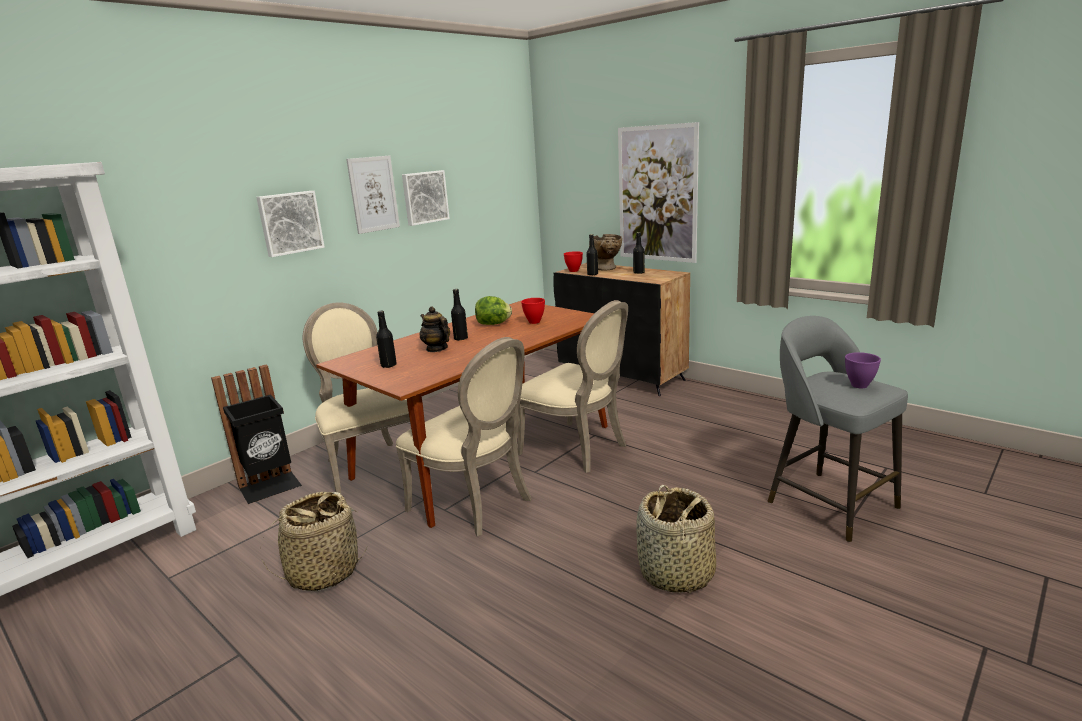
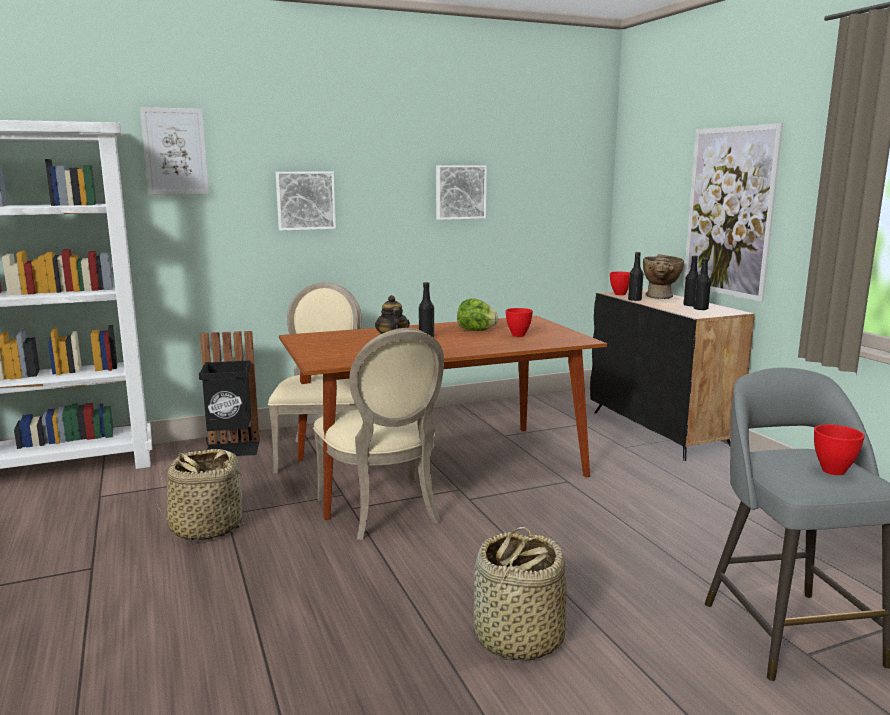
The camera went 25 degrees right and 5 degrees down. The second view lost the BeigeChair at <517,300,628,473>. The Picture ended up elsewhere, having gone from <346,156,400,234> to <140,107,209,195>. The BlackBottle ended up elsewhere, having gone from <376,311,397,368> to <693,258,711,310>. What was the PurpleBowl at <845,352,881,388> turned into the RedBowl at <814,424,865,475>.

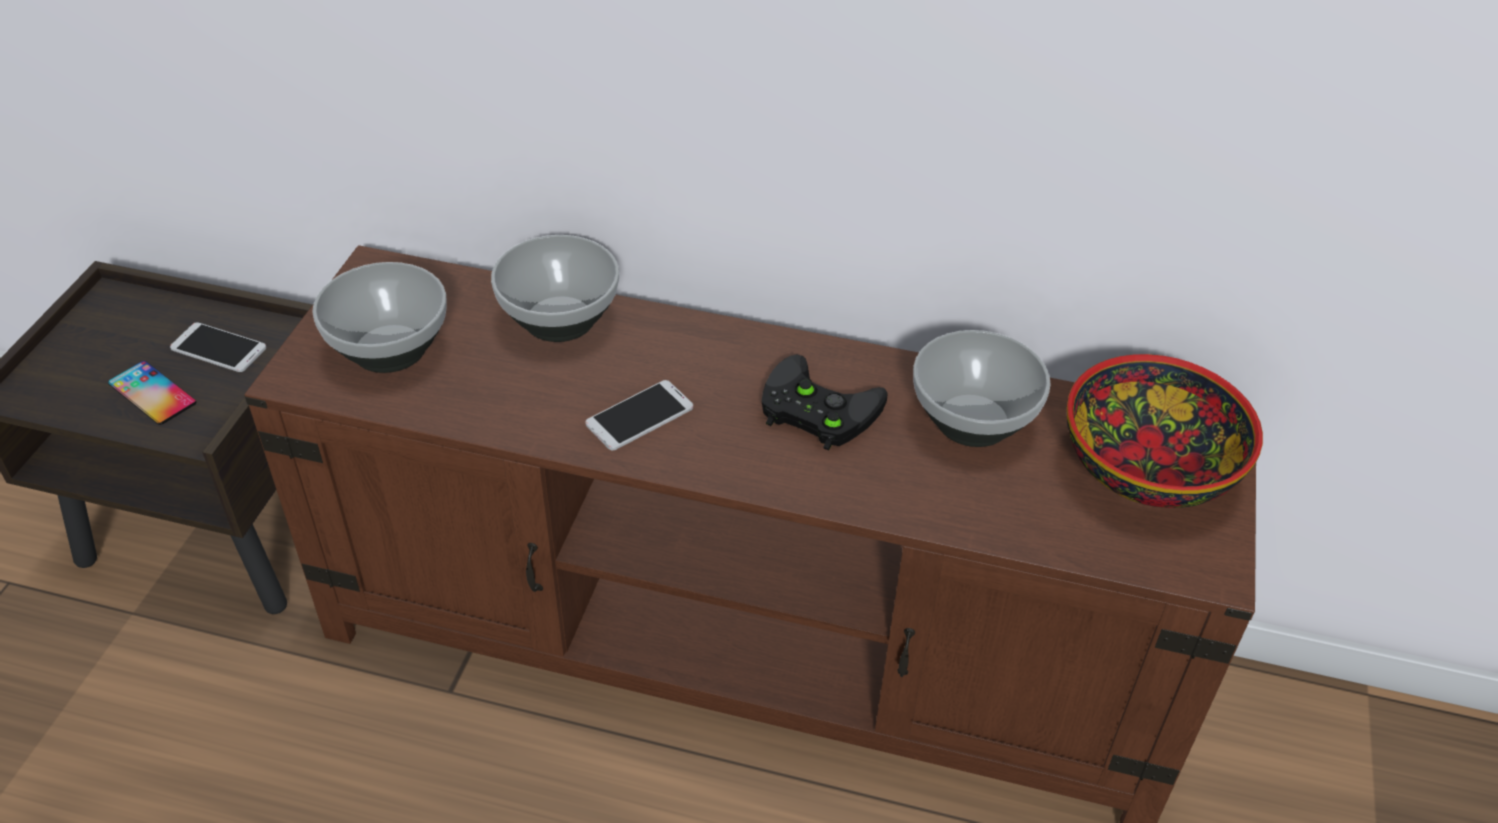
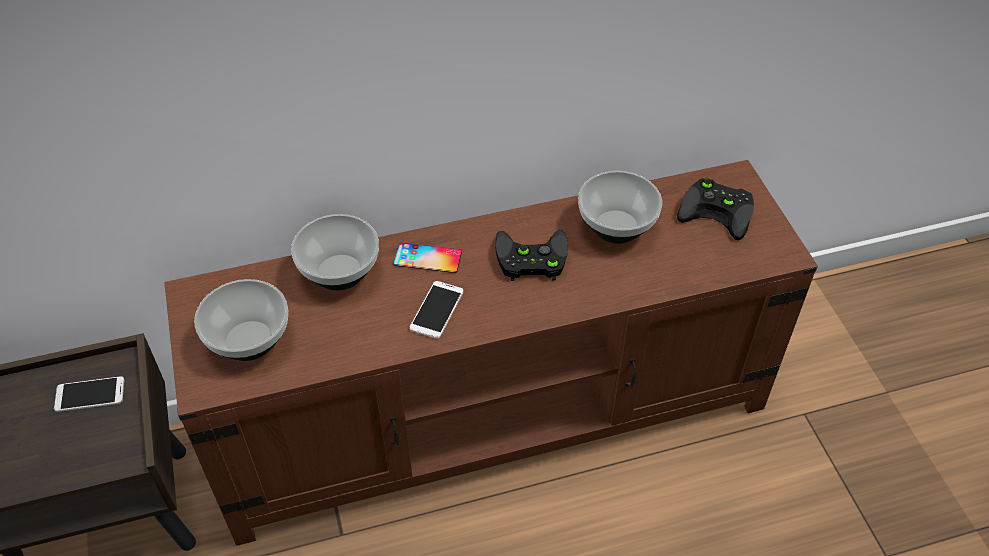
The camera went 30 degrees left and 5 degrees up. The Phone ended up elsewhere, having gone from <108,361,196,425> to <394,243,462,273>. Where the Bowl stood at <1066,354,1263,508>, the BlackGameController came to stand at <677,178,754,240>.

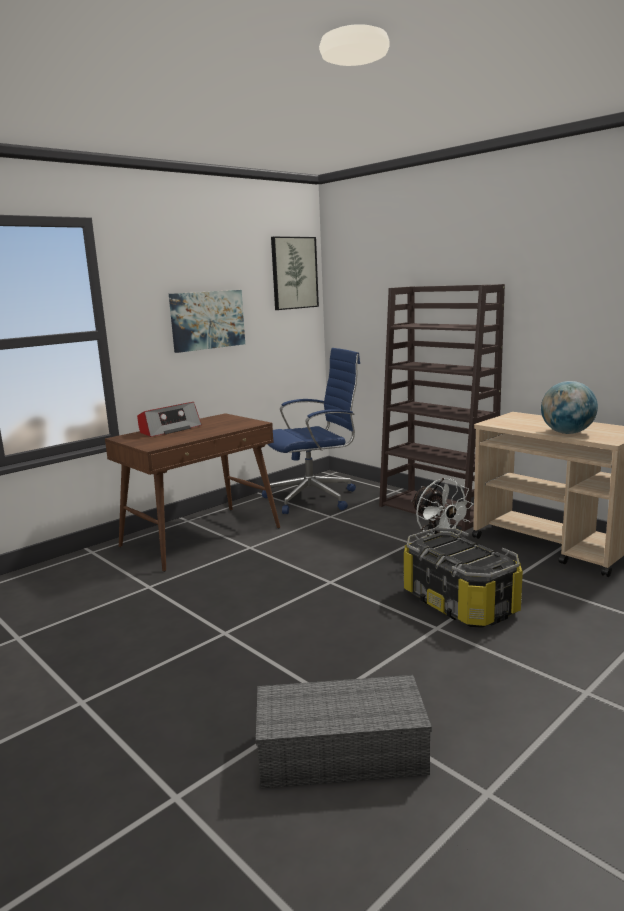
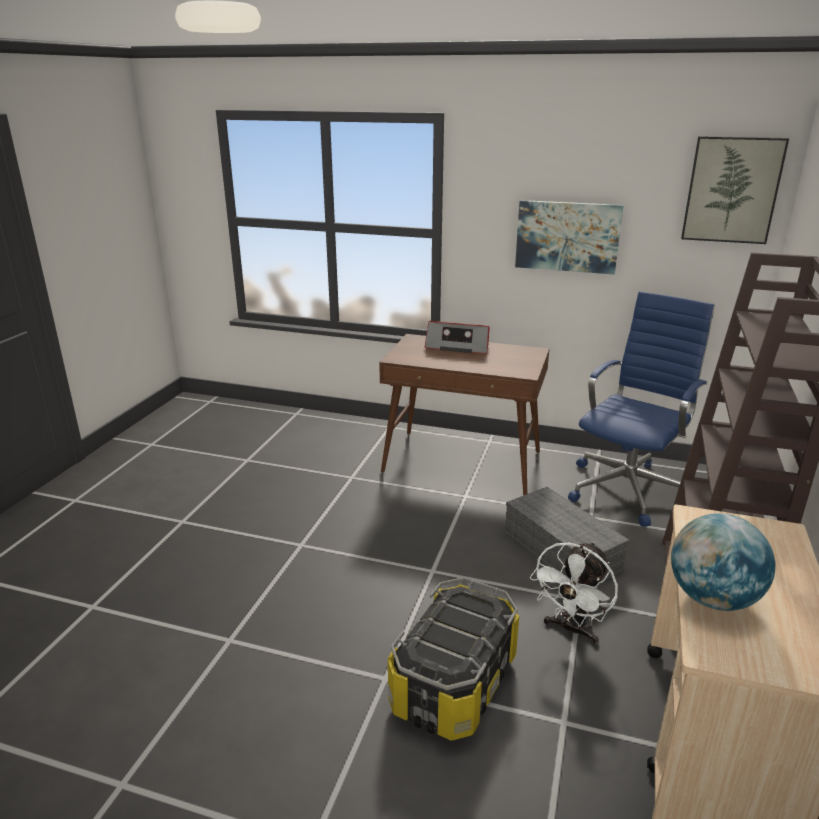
The camera went 60 degrees right and 10 degrees up. The GreyStorageBox ended up elsewhere, having gone from <256,675,432,789> to <505,487,629,584>. The BlueOfficeChair at <262,348,360,514> ended up facing another way, 90 degrees counterclockwise from before.

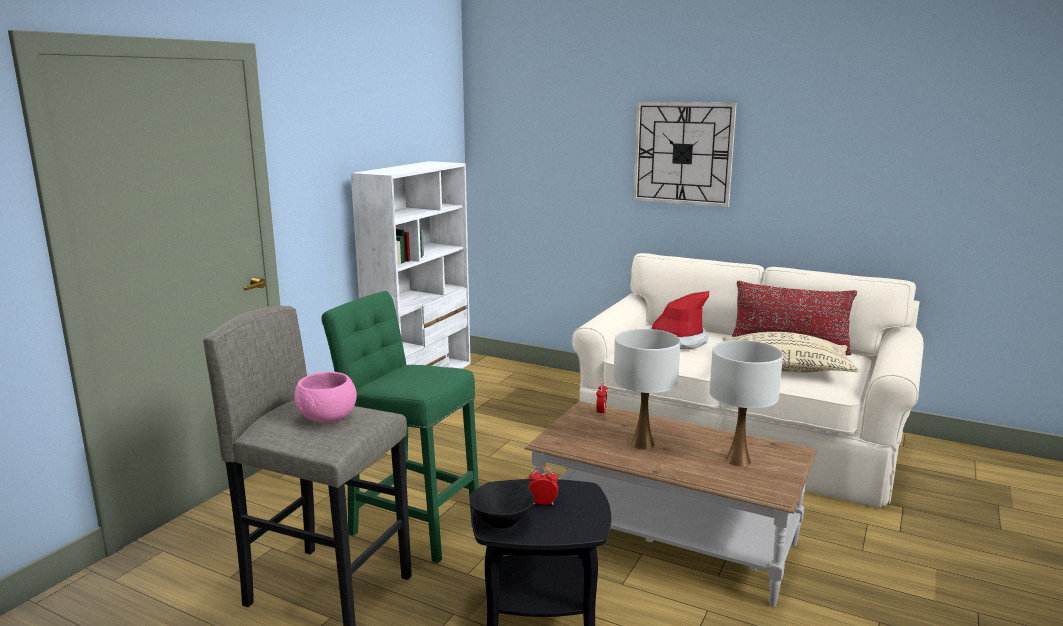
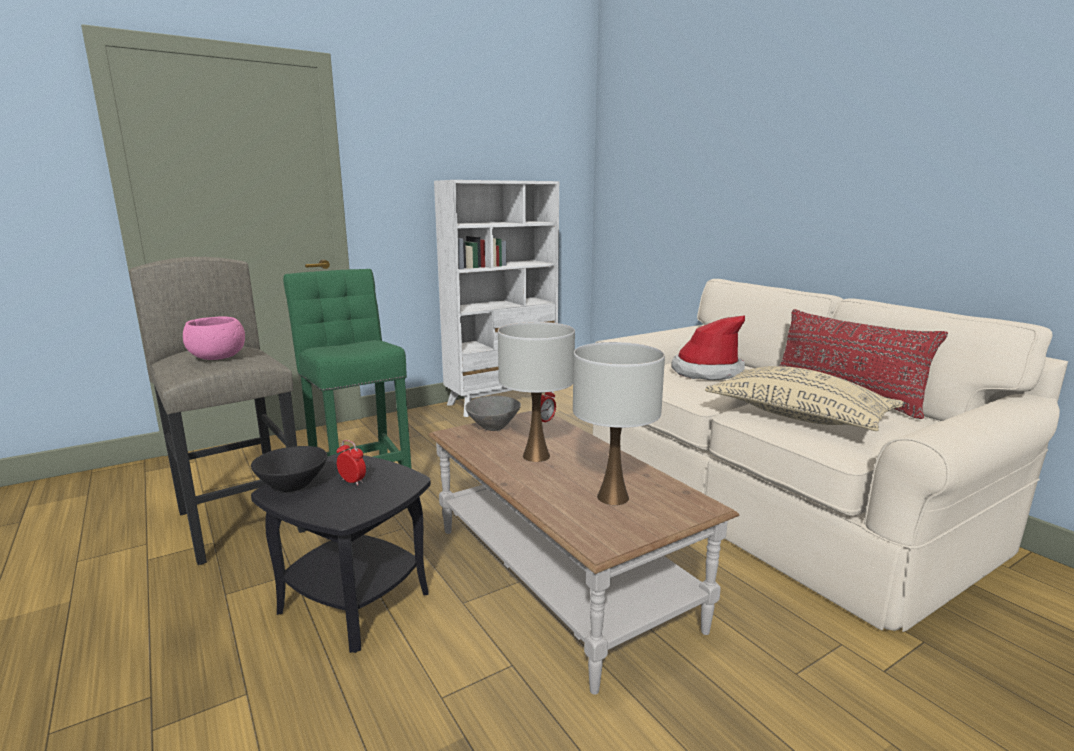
The camera went 30 degrees right and 0 degrees up. The second view lost the WallClock at <633,102,737,207>. The second view gained the GreyBowl at <465,396,521,431>.

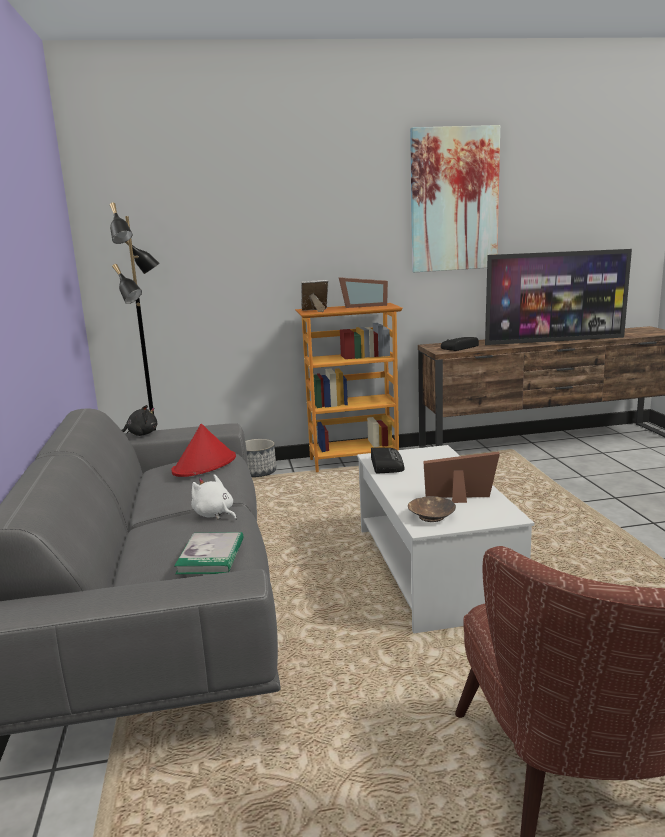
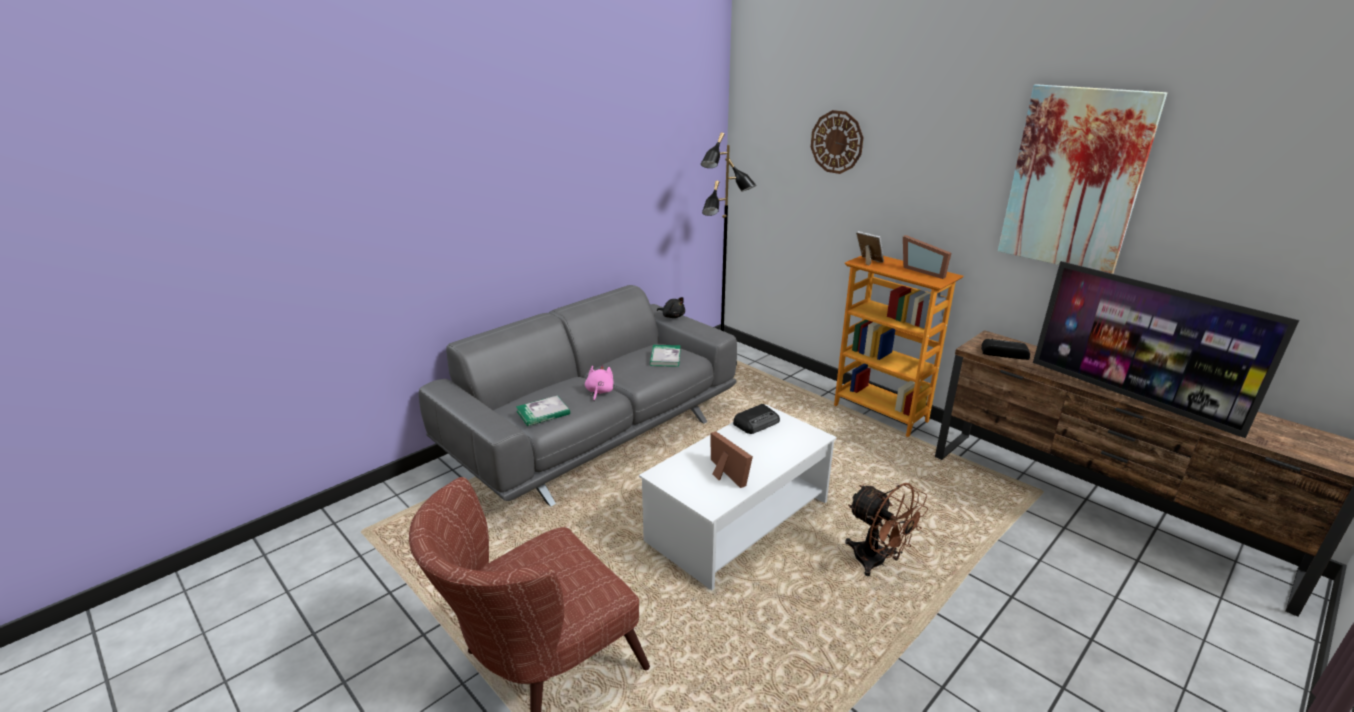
The camera went 55 degrees right and 10 degrees up. The second view lost the Planter at <245,439,276,477>. The second view lost the BrownBowl at <408,496,456,522>. The second view gained the WallClock at <811,110,864,174>. The second view gained the BrownFan at <845,483,928,576>. Where the RedHat stood at <171,424,236,477>, the Book came to stand at <650,345,681,367>. What was the WhitePlushToy at <191,474,236,520> turned into the PinkPlushToy at <585,365,614,401>.

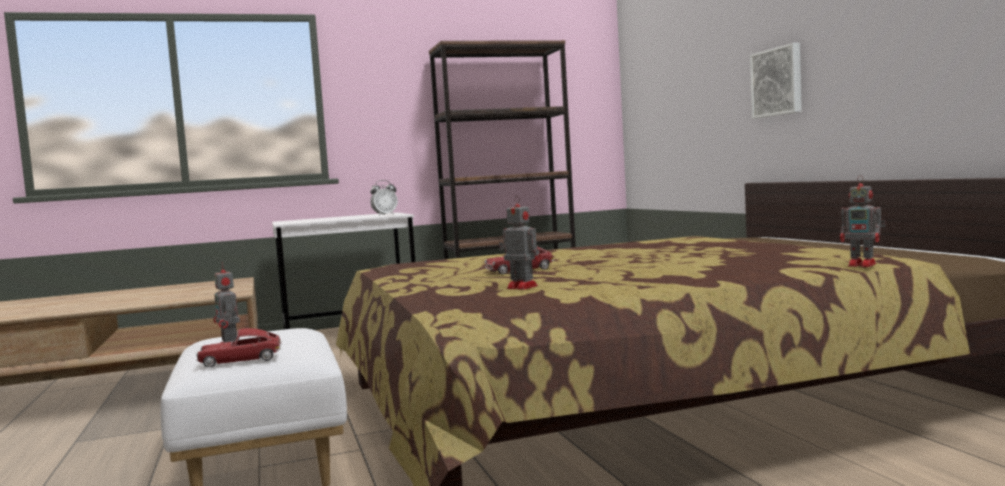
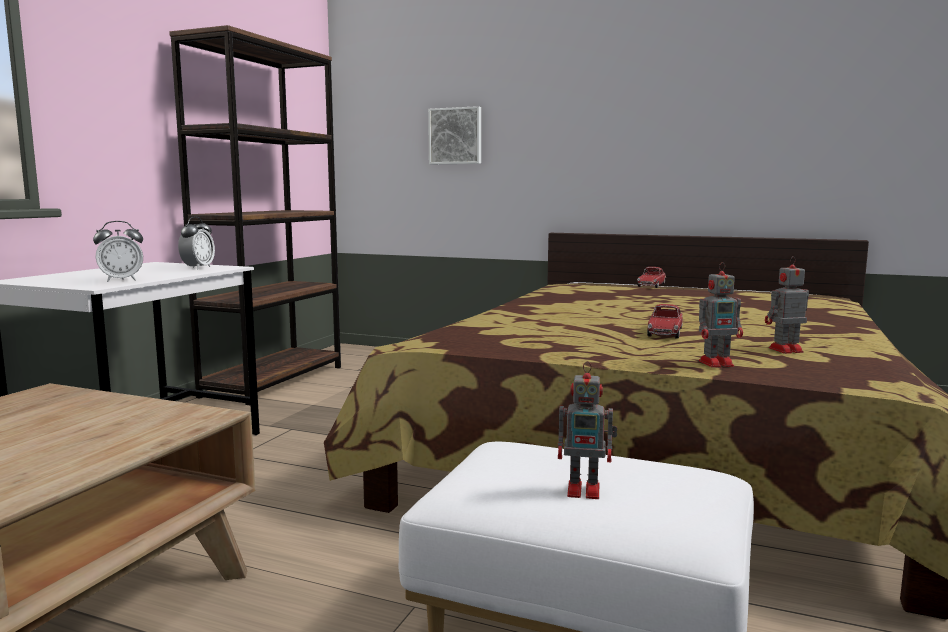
The camera went 50 degrees left and 5 degrees up. The second view gained the AlarmClock at <93,221,143,282>. The ToyCar ended up elsewhere, having gone from <196,328,282,367> to <637,267,666,288>. The Picture ended up elsewhere, having gone from <750,43,802,119> to <428,106,481,164>. The ToyRobot ended up elsewhere, having gone from <840,175,886,267> to <699,262,743,368>.

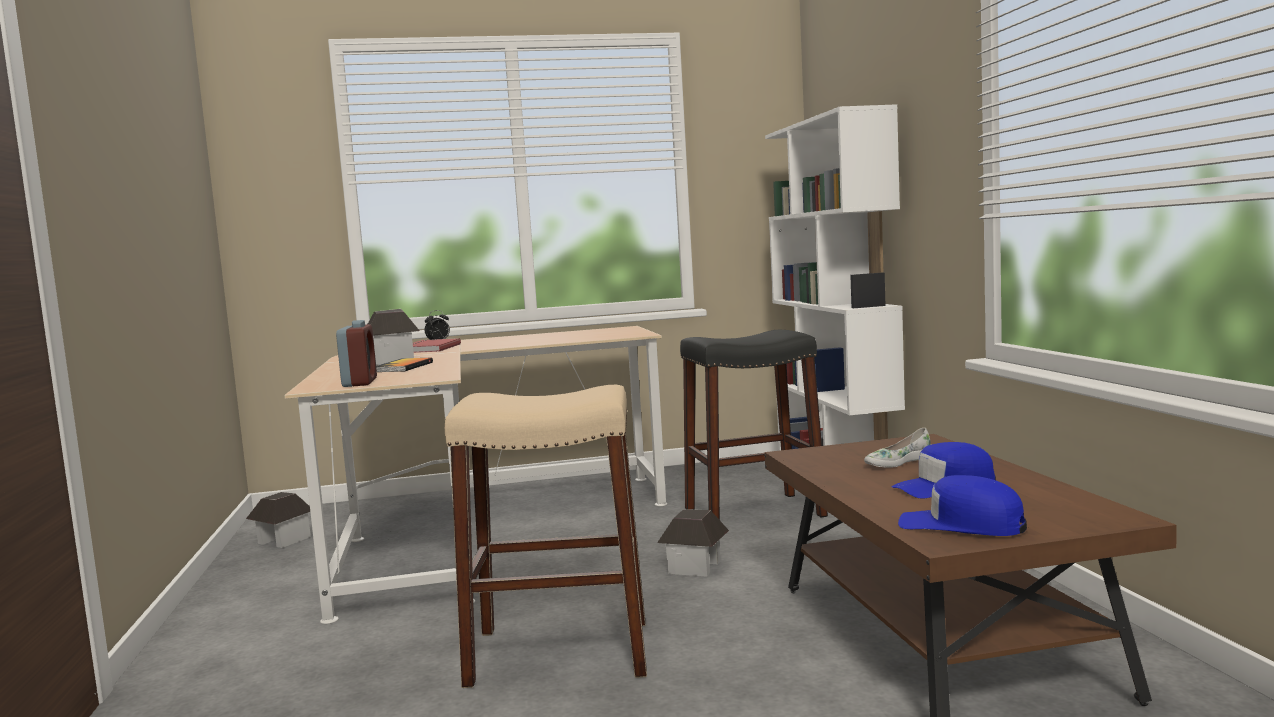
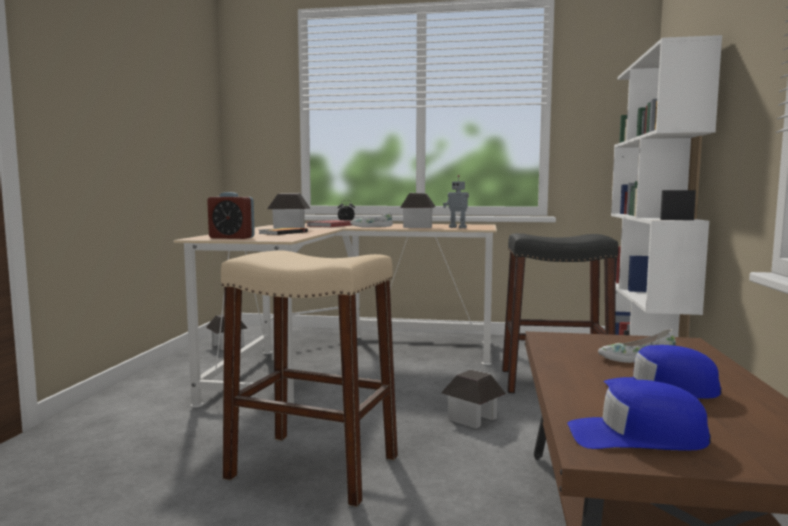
The camera went 20 degrees right and 0 degrees up. The second view gained the WhiteShoe at <350,212,393,228>. The second view gained the ToyHouse at <400,193,436,228>. The second view gained the ToyRobot at <443,175,469,228>. The AlarmClock at <336,320,377,387> ended up facing another way, 90 degrees clockwise from before. The BlueCap at <898,475,1027,536> ended up facing another way, 45 degrees counterclockwise from before.

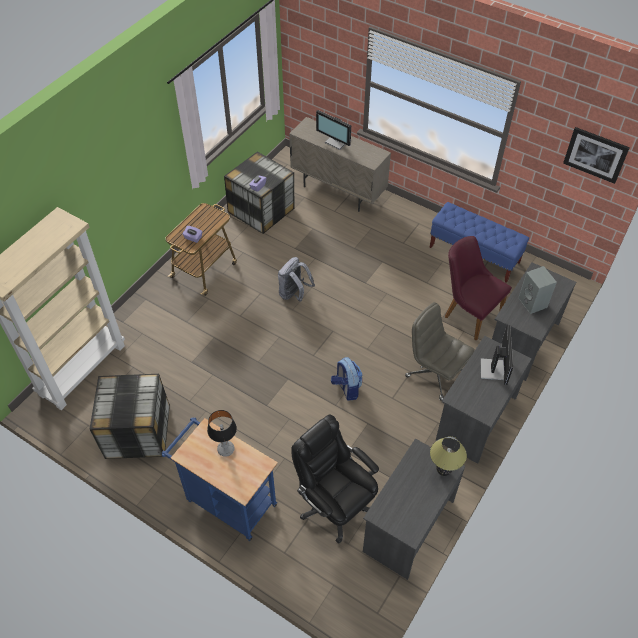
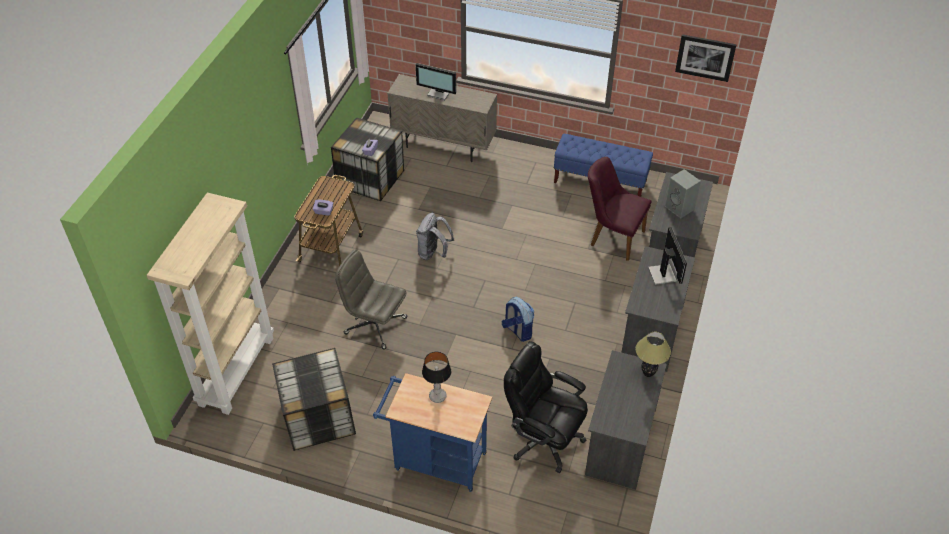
The camera went 15 degrees left and 5 degrees down. The GreyOfficeChair ended up elsewhere, having gone from <405,302,475,401> to <335,249,407,350>.

